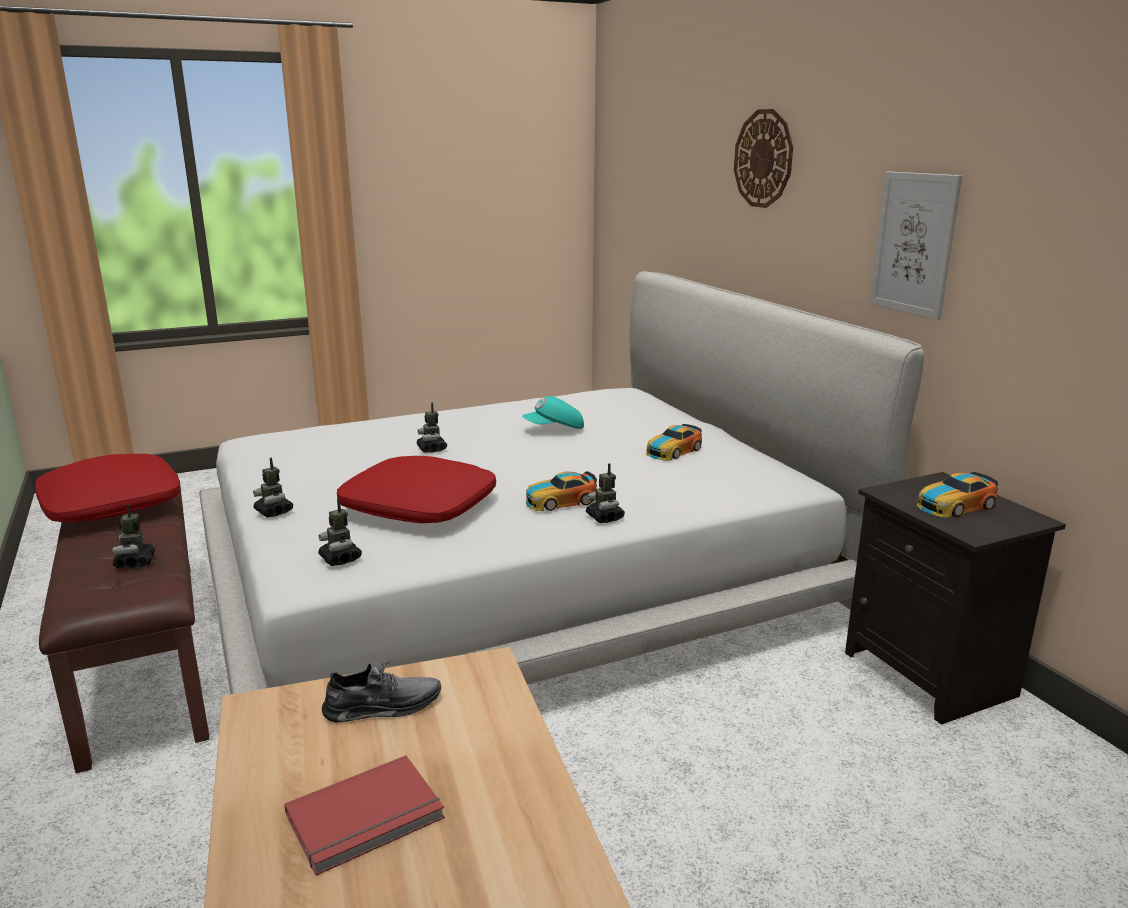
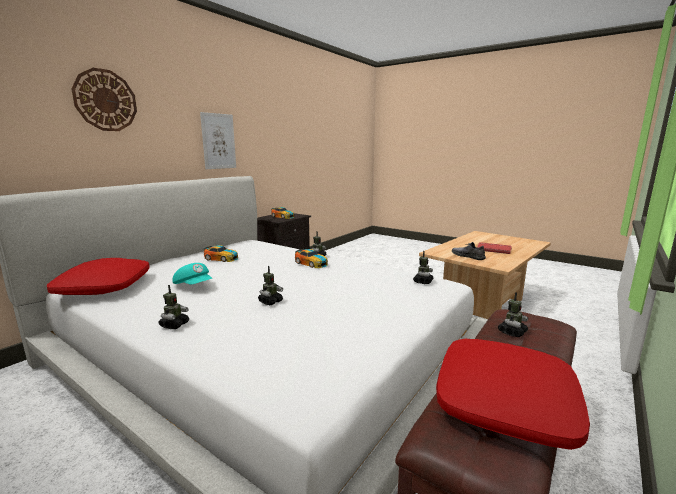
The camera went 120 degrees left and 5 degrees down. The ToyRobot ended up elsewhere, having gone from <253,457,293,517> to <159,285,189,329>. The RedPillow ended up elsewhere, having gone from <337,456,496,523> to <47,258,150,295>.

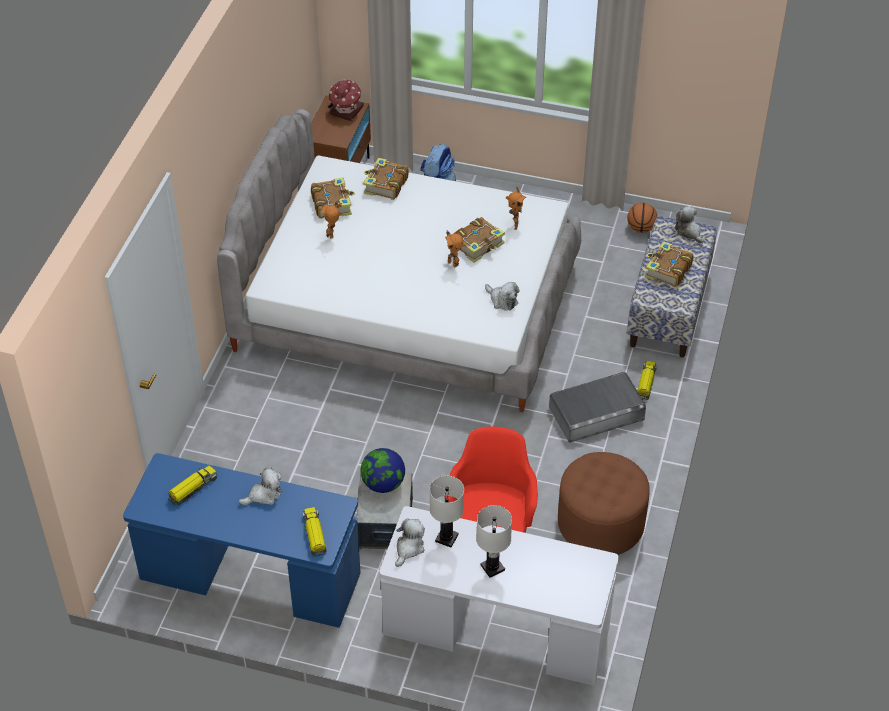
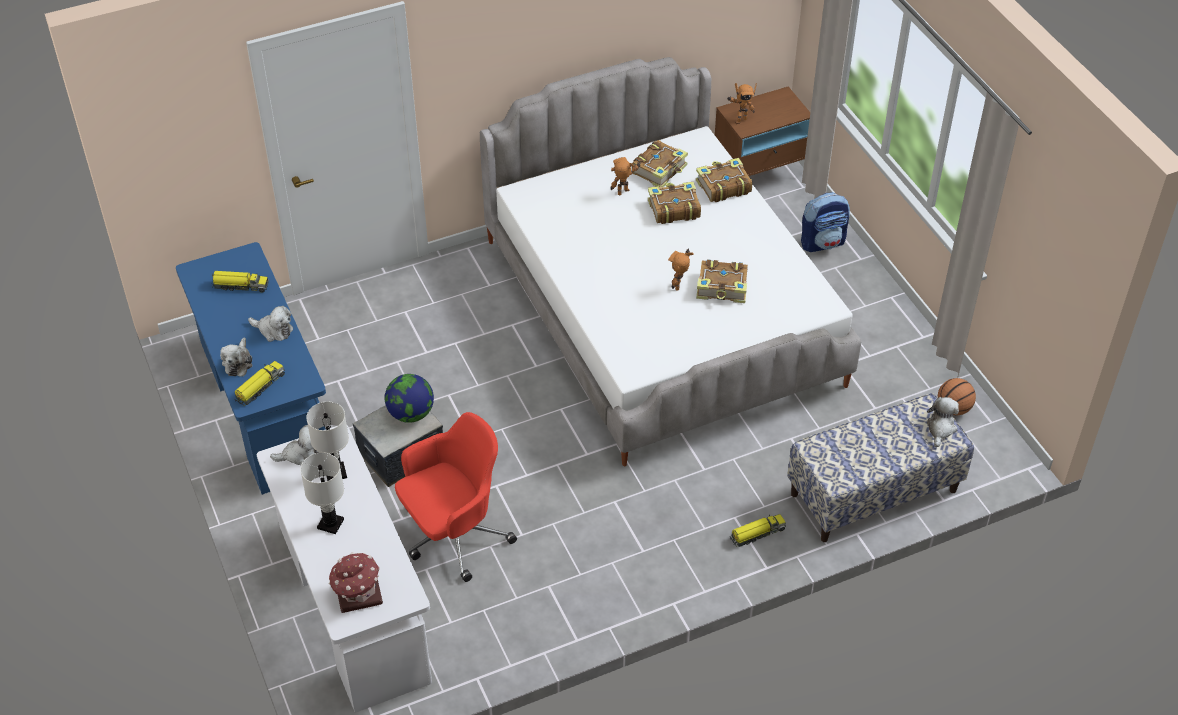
The camera went 50 degrees right and 0 degrees up. The second view lost the GreyStorageBox at <549,372,646,442>. The second view lost the BrownOttoman at <558,452,650,555>. The ToyHouse ended up elsewhere, having gone from <328,79,364,121> to <329,552,383,613>. The PlushToy ended up elsewhere, having gone from <485,282,520,311> to <220,338,253,376>. The ToyRobot ended up elsewhere, having gone from <506,187,526,230> to <727,83,757,124>. The Book ended up elsewhere, having gone from <645,241,693,287> to <648,182,701,224>.

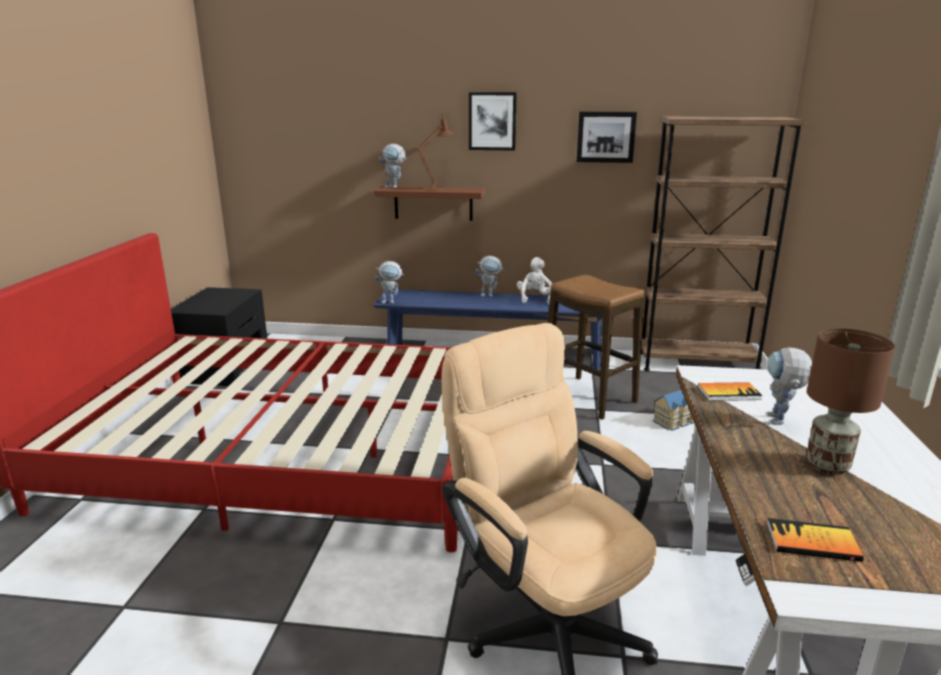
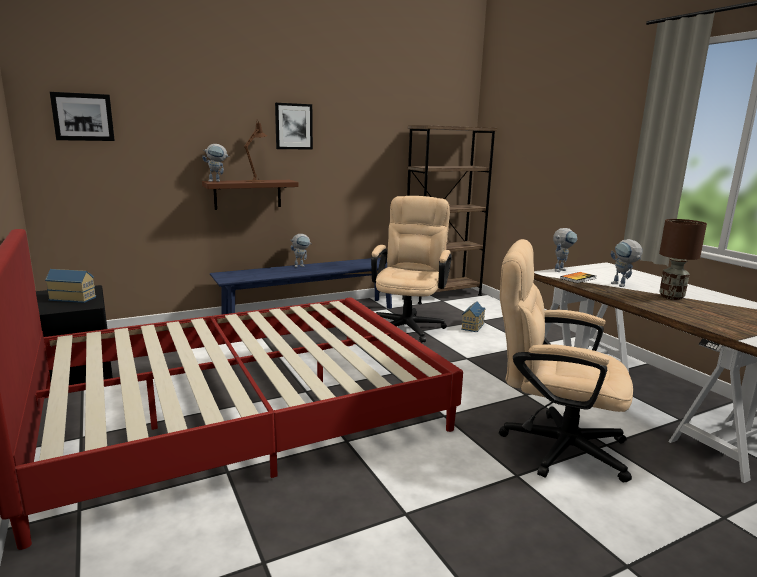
The camera went 35 degrees left and 5 degrees down. The second view lost the WhitePlushToy at <517,257,552,305>. The second view lost the Book at <767,518,864,562>. The second view gained the ToyHouse at <45,269,96,303>. The ToyRobot ended up elsewhere, having gone from <375,261,405,304> to <553,228,578,272>. The Picture ended up elsewhere, having gone from <576,112,637,163> to <50,92,115,141>. Where the Stool stood at <548,274,644,420>, the BeigeOfficeChair came to stand at <371,196,452,343>.

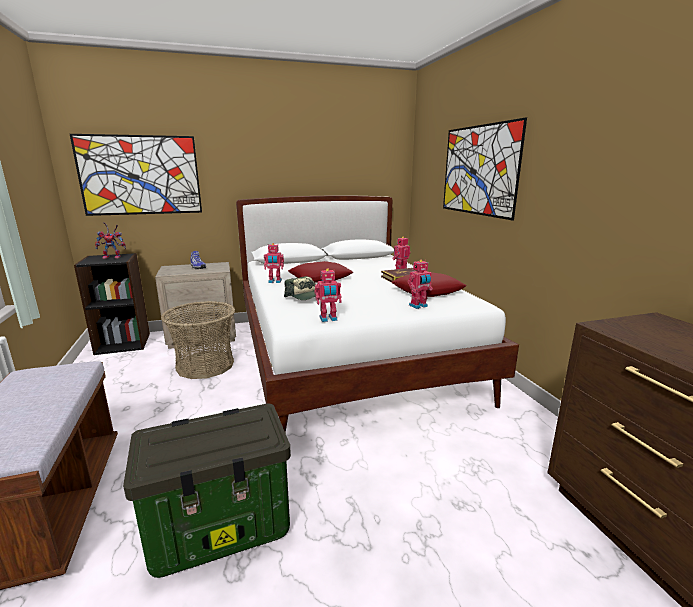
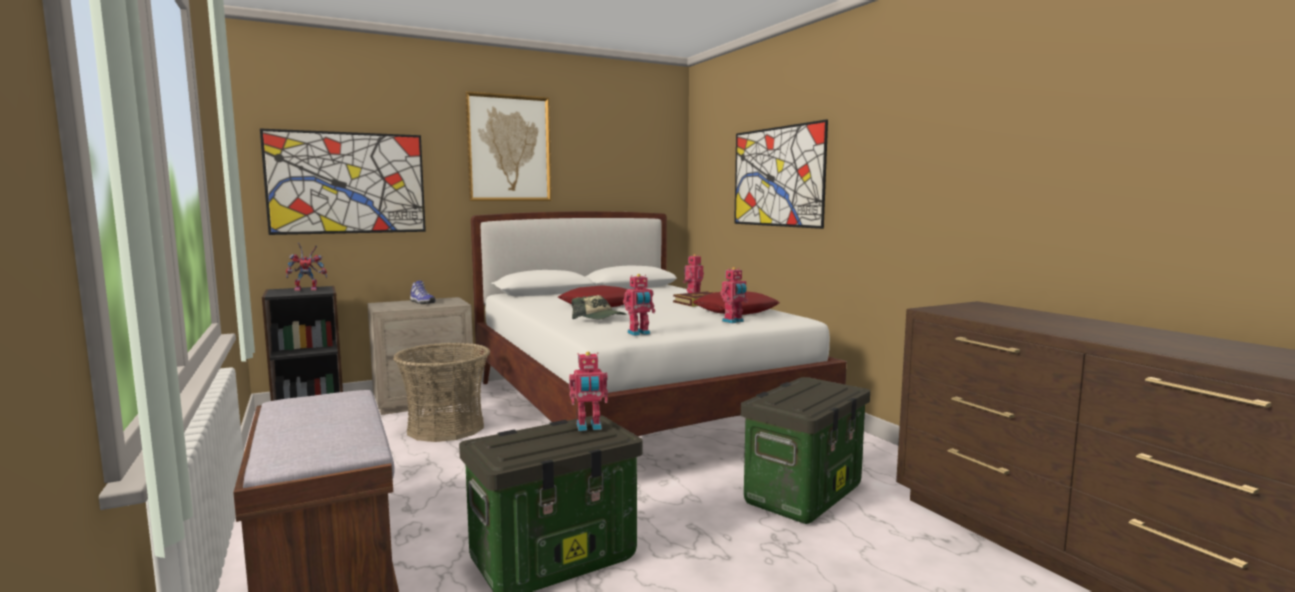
The camera went 10 degrees left and 10 degrees down. The second view gained the Picture at <465,92,551,201>. The second view gained the StorageBox at <741,377,870,524>. The ToyRobot ended up elsewhere, having gone from <264,243,284,283> to <569,352,608,431>.

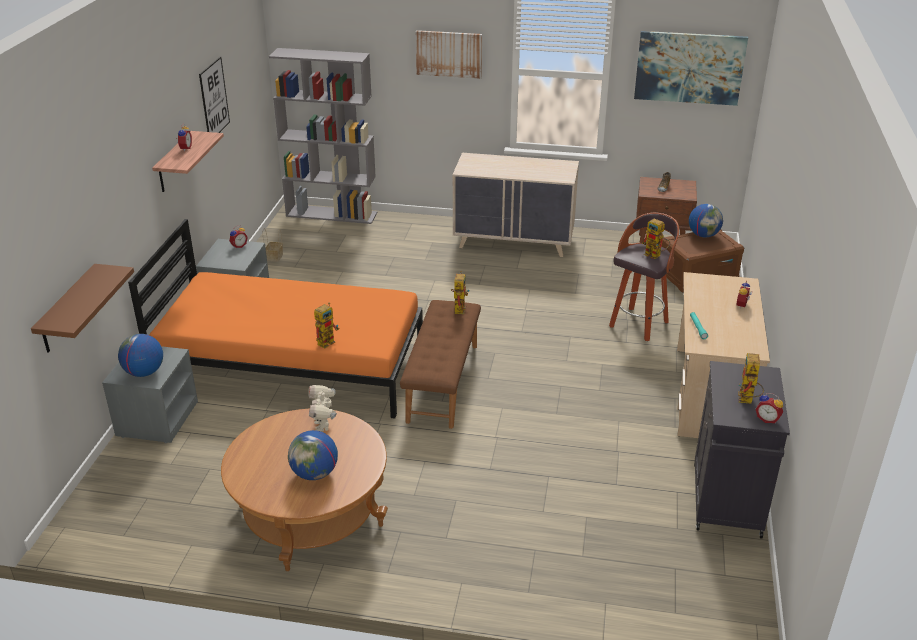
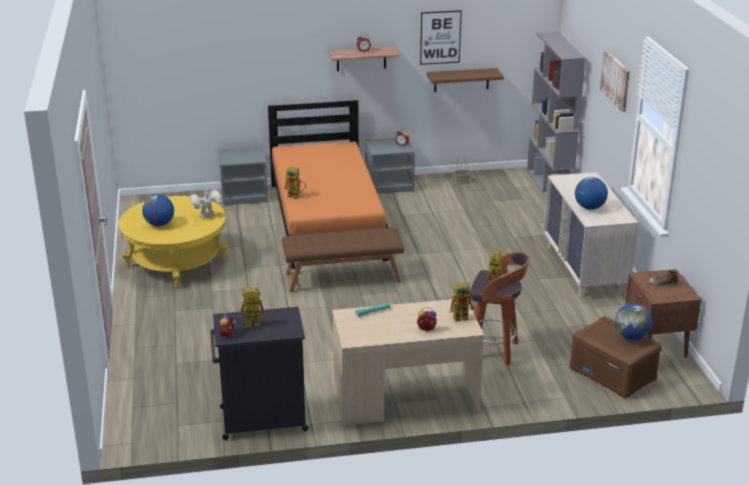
The camera went 70 degrees right and 5 degrees down. The second view lost the Picture at <634,31,748,106>. The BrownShelf ended up elsewhere, having gone from <31,264,134,353> to <427,68,504,92>. The Globe ended up elsewhere, having gone from <118,334,163,377> to <575,177,608,210>. The ToyRobot ended up elsewhere, having gone from <451,271,469,314> to <450,282,475,322>. What was the BrownCoffeeTable at <221,409,388,571> turned into the YellowCoffeeTable at <118,196,228,287>.

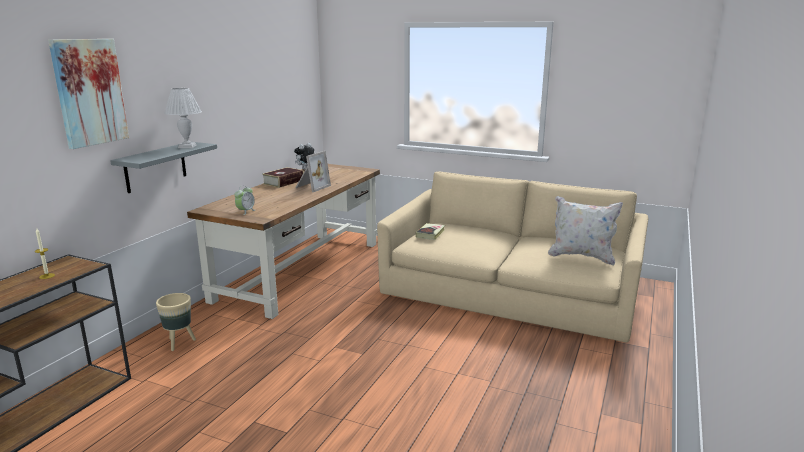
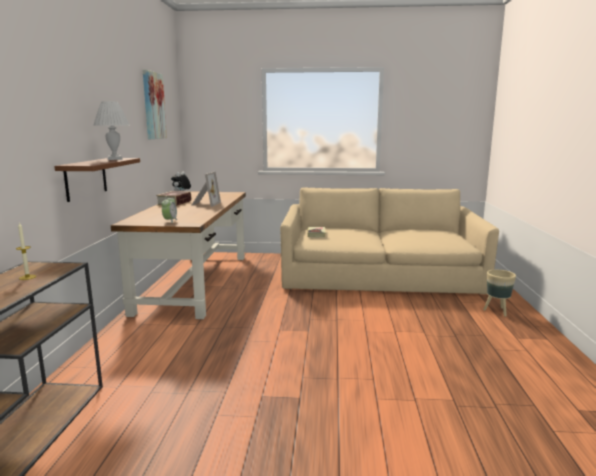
The camera went 20 degrees left and 5 degrees down. The second view lost the WhitePillow at <548,196,623,265>. The Picture ended up elsewhere, having gone from <48,39,129,149> to <143,70,167,139>. The BeigePlanter ended up elsewhere, having gone from <156,293,196,351> to <483,270,516,316>. What was the GreyShelf at <110,142,217,193> turned into the BrownShelf at <54,158,140,202>.

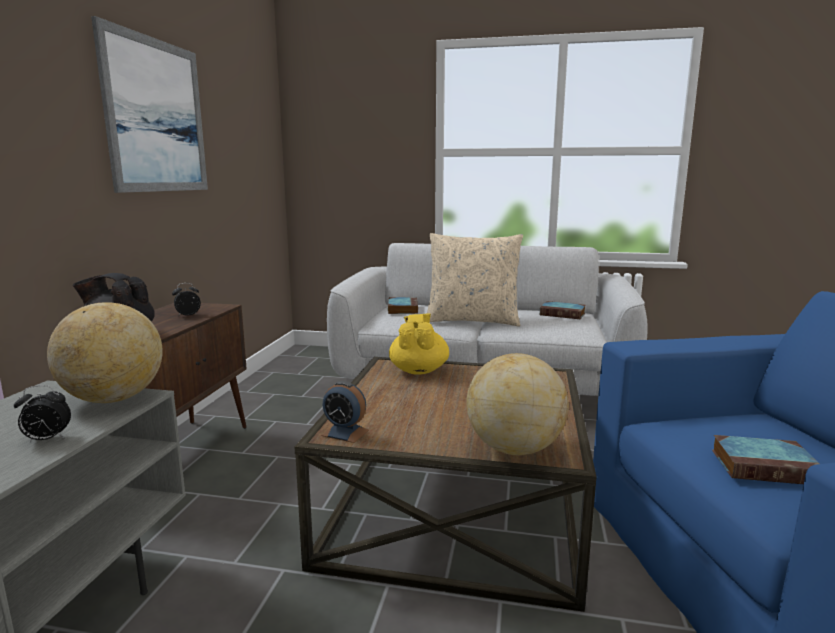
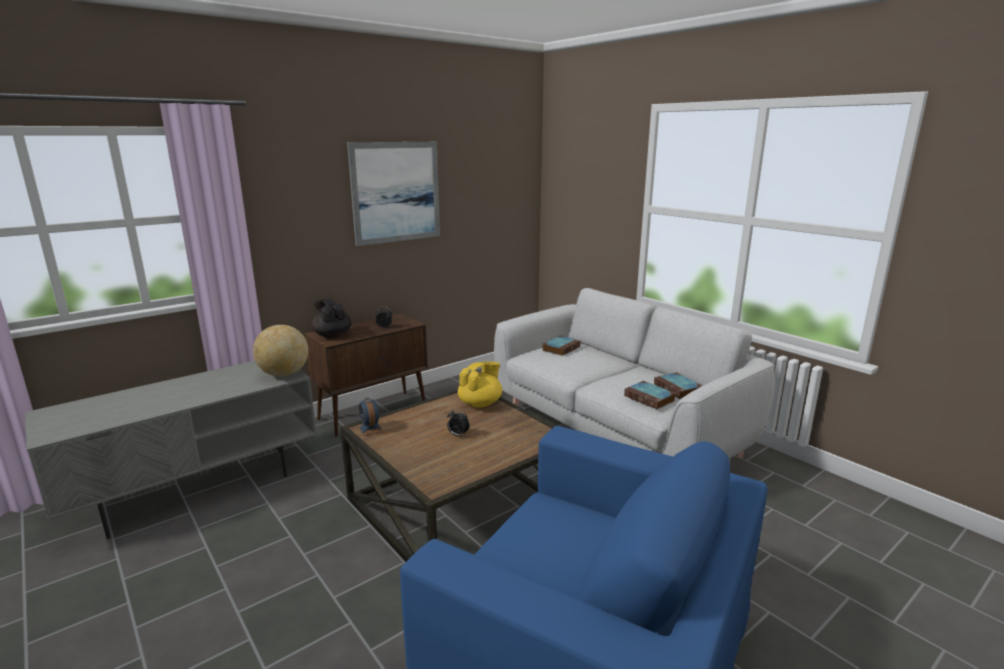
The camera went 40 degrees right and 5 degrees up. The second view lost the BeigePillow at <427,233,523,326>. The second view lost the Globe at <467,353,569,455>. The AlarmClock ended up elsewhere, having gone from <14,385,71,442> to <447,409,469,436>. The Book ended up elsewhere, having gone from <712,435,819,484> to <624,381,676,409>.

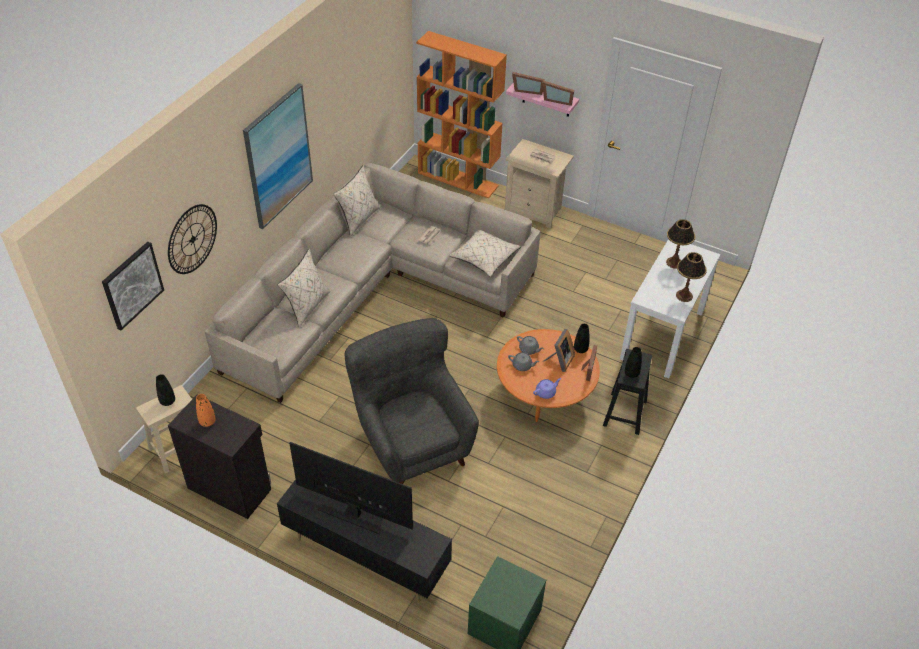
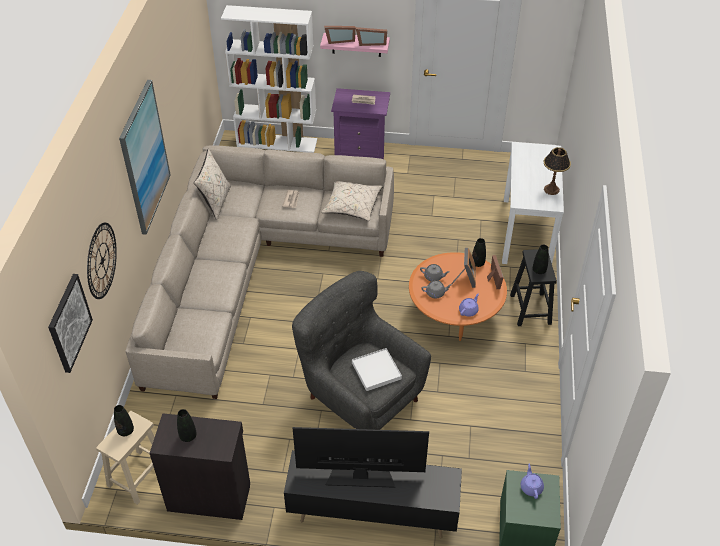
The camera went 20 degrees left and 0 degrees up. The second view lost the BeigePillow at <278,249,330,327>. The second view lost the TableLamp at <666,219,695,269>. The second view gained the WhiteTray at <352,348,402,391>. The second view gained the PurpleTeapot at <521,464,544,499>. What was the OrangeVase at <196,394,216,427> turned into the BlackVase at <177,409,197,442>. What was the OrangeBookcase at <416,31,507,199> turned into the WhiteBookcase at <221,5,317,153>. What was the BeigeNightstand at <505,139,574,228> turned into the PurpleNightstand at <331,88,390,159>.

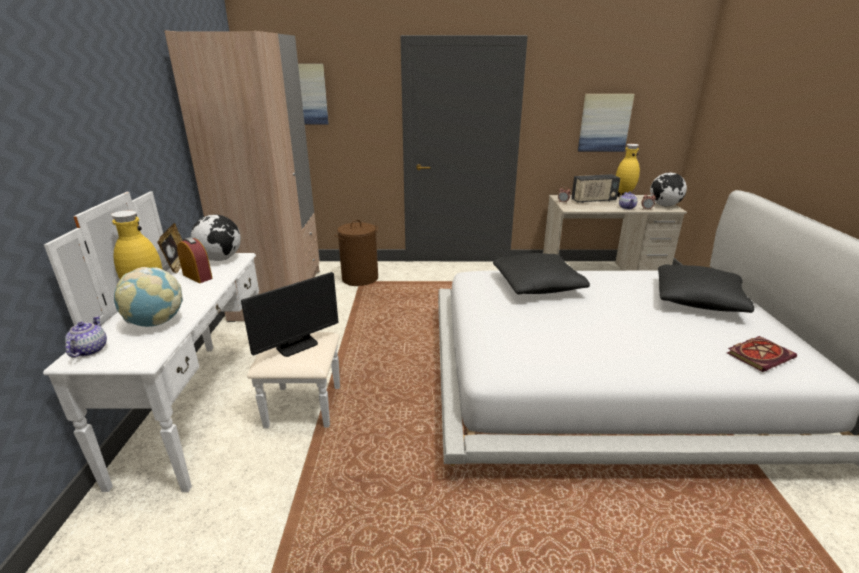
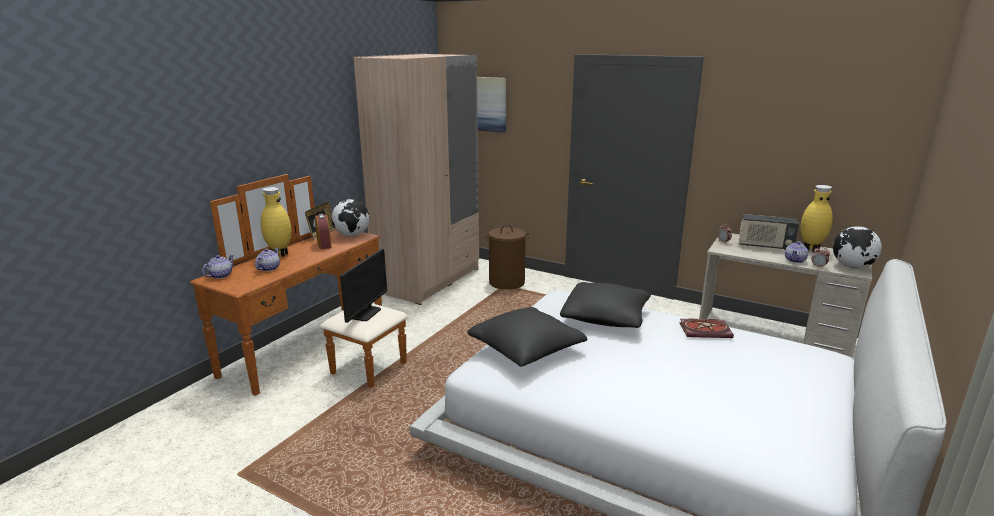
The camera went 30 degrees right and 5 degrees down. The second view lost the Picture at <578,94,634,152>. The BlackPillow ended up elsewhere, having gone from <658,265,754,313> to <468,307,587,367>. The Book ended up elsewhere, having gone from <727,336,797,372> to <680,319,734,338>. Where the Globe stood at <114,267,183,327>, the Teapot came to stand at <255,248,280,271>. What was the WhiteDresser at <43,191,340,492> turned into the BrownDresser at <190,174,408,396>. The Monitor at <241,272,338,357> ended up facing another way, 60 degrees counterclockwise from before.

